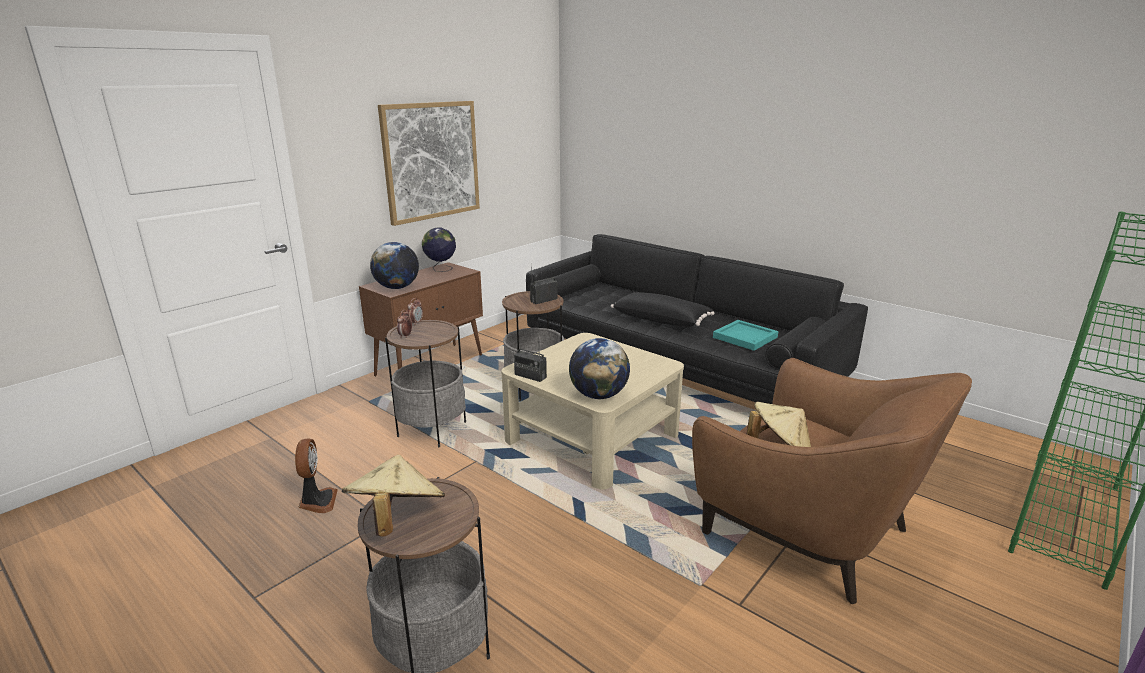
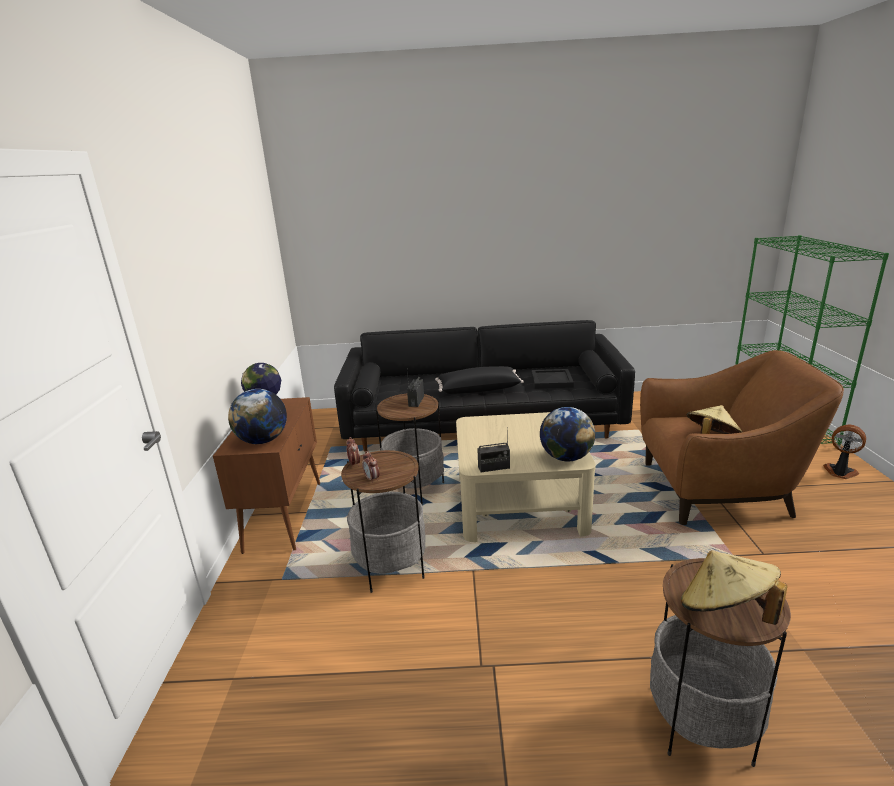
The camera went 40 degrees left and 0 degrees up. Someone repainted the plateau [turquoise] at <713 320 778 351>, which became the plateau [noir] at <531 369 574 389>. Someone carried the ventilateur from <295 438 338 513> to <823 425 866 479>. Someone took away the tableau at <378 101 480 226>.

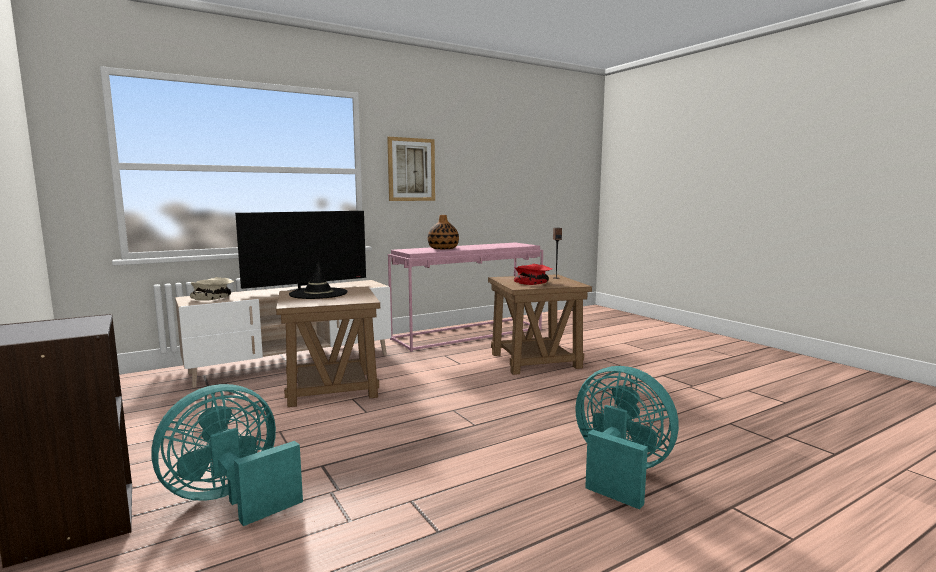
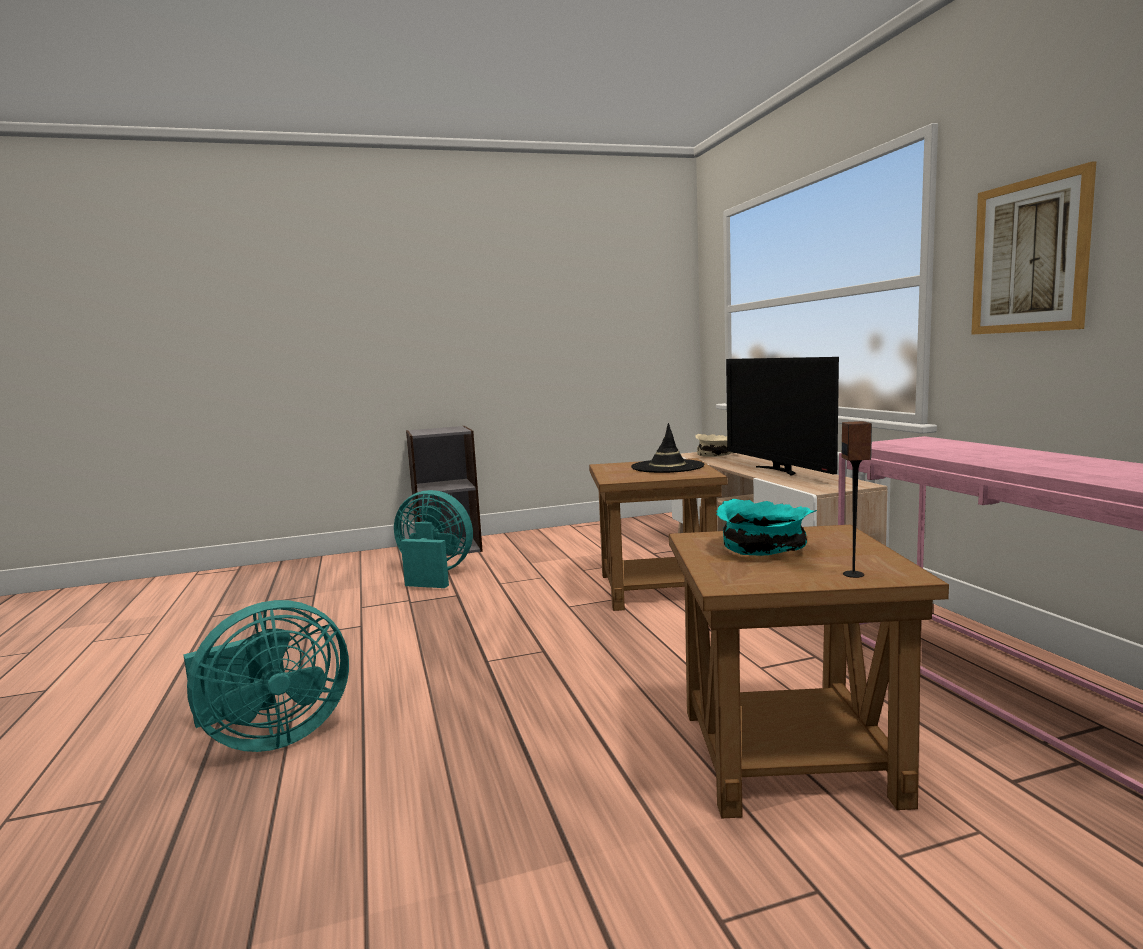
The camera went 105 degrees right and 0 degrees up. Someone rotated the ventilateur [turquoise] at <151 384 303 526> by 45 degrees counterclockwise. Someone repainted the bol [rouge] at <514 264 553 285>, which became the bol [turquoise] at <716 499 817 556>. Someone took away the vase at <428 215 459 249>.

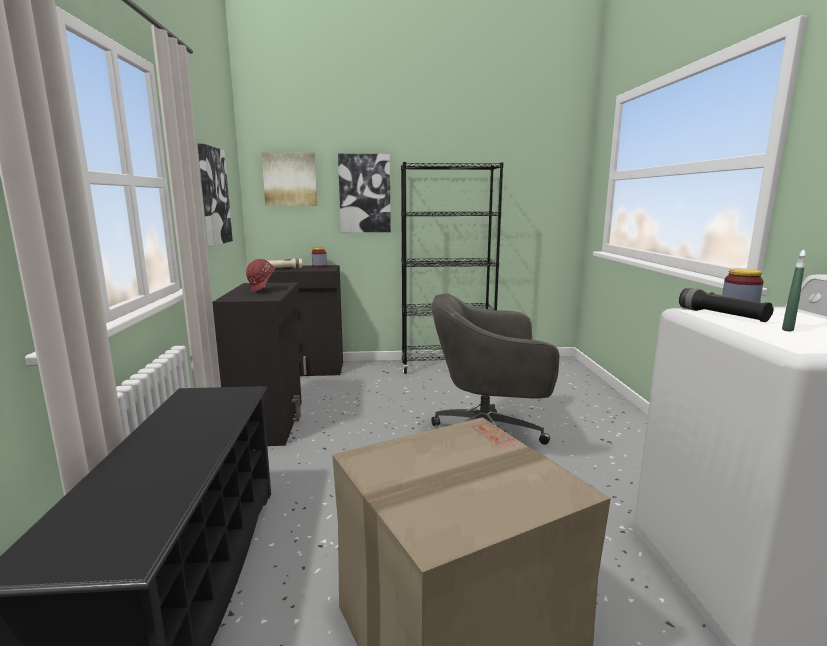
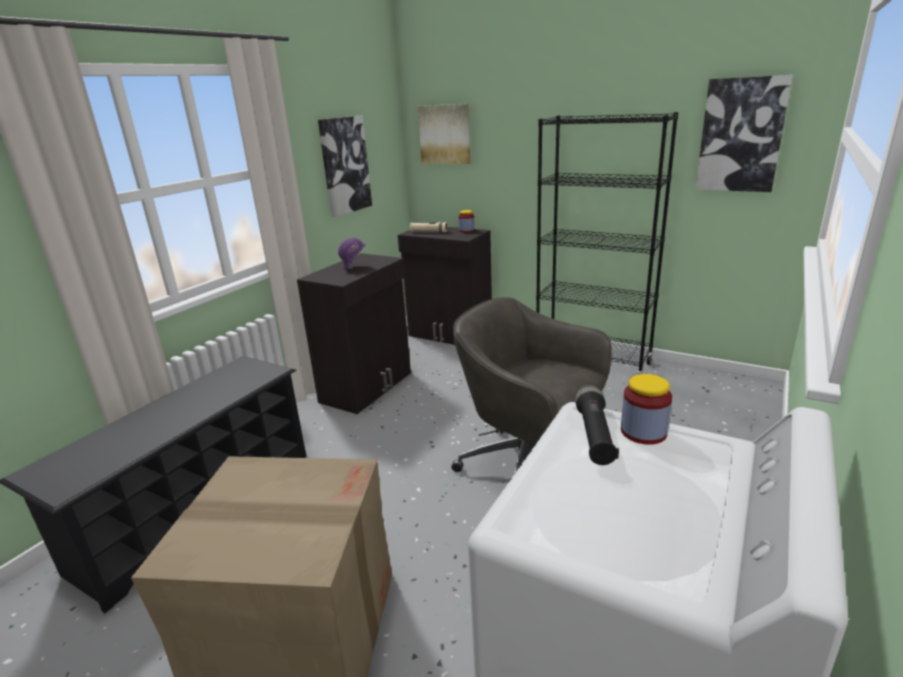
The camera went 35 degrees right and 10 degrees up. Someone repainted the casque de chantier [rouge] at <246 259 275 292>, which became the casque de chantier [violet] at <338 238 366 269>. Someone carried the tableau from <338 154 391 232> to <695 75 793 192>. Someone took away the vaporisateur [vert] at <782 250 806 332>.

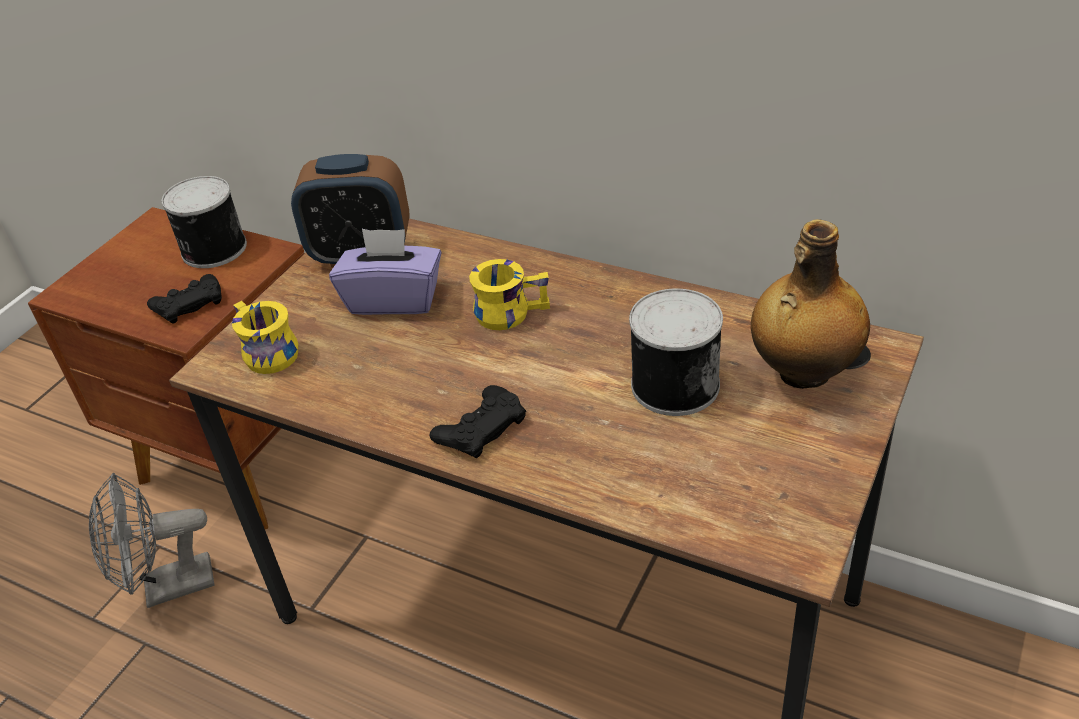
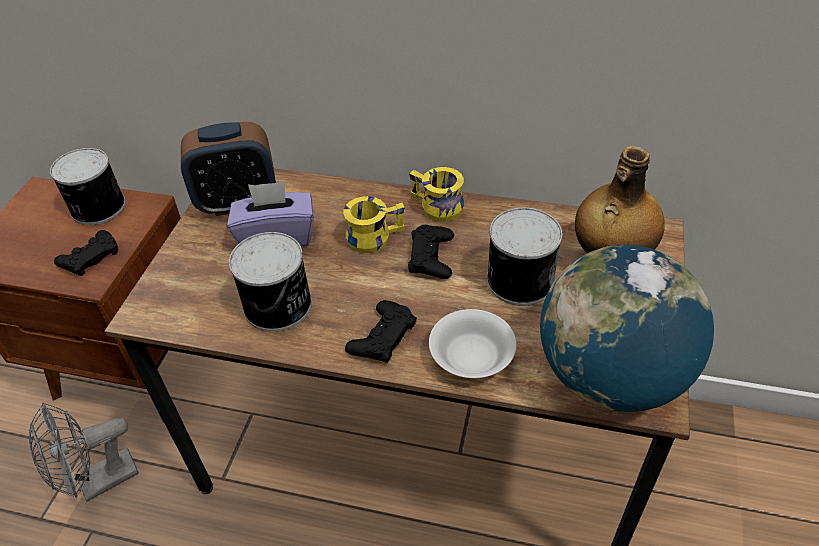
The camera went 15 degrees left and 5 degrees up. Someone put down the boîte métallique at <229 232 312 332>. Someone put down the manette [noir] at <408 225 454 279>. Someone carried the mug [jaune] from <232 301 298 374> to <409 167 464 222>. Someone put down the bol [blanc] at <429 309 517 378>. Someone put down the globe at <540 245 714 412>.

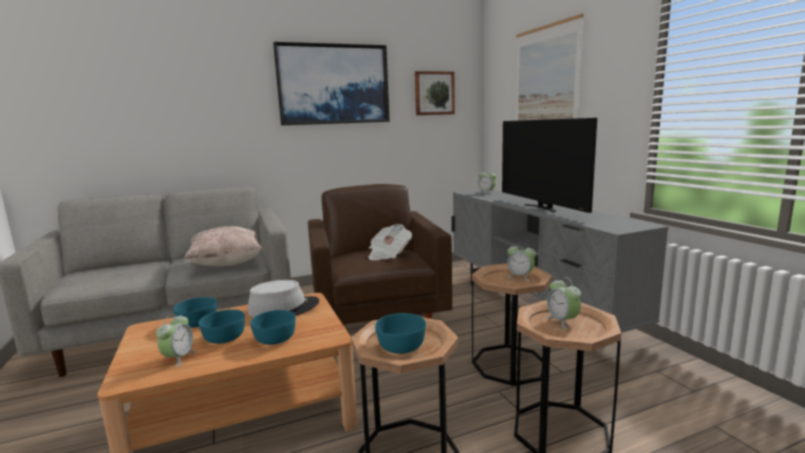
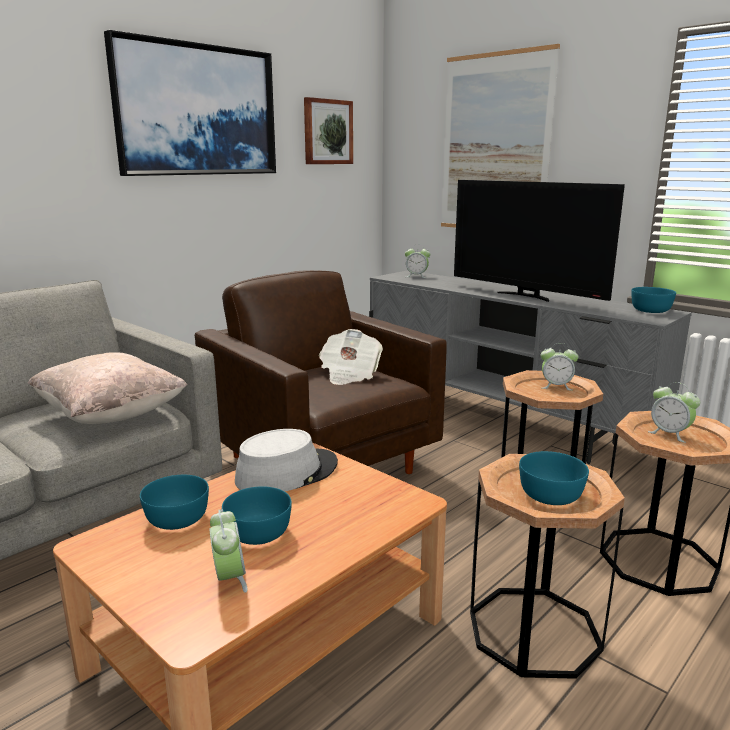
The camera went 25 degrees left and 5 degrees up. Someone carried the bol [turquoise] from <250 310 296 345> to <631 287 676 313>.

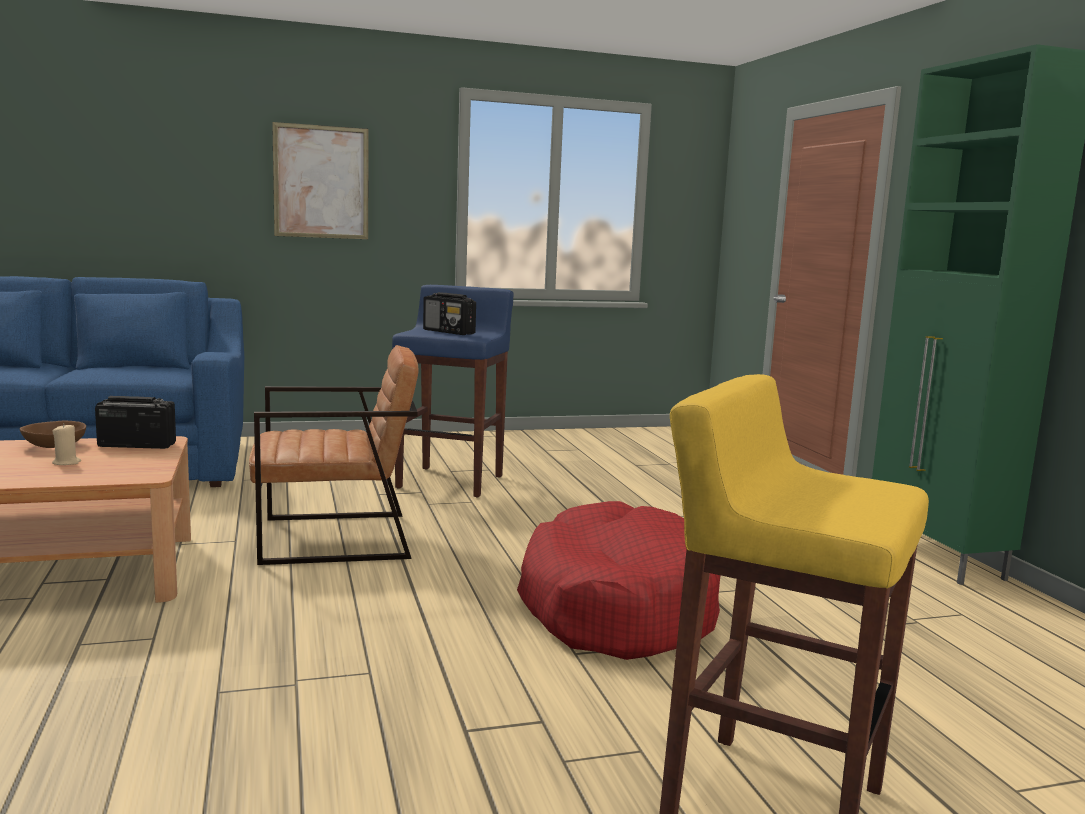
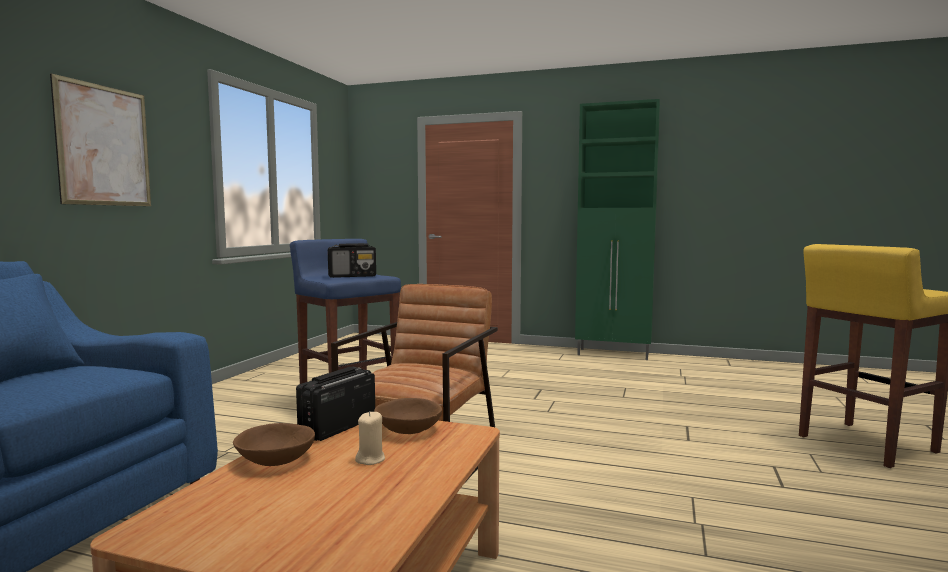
The camera went 55 degrees left and 5 degrees down. Someone put down the bol [marron] at <374 398 442 434>. Someone took away the panier pour chien [rouge] at <517 501 720 660>.

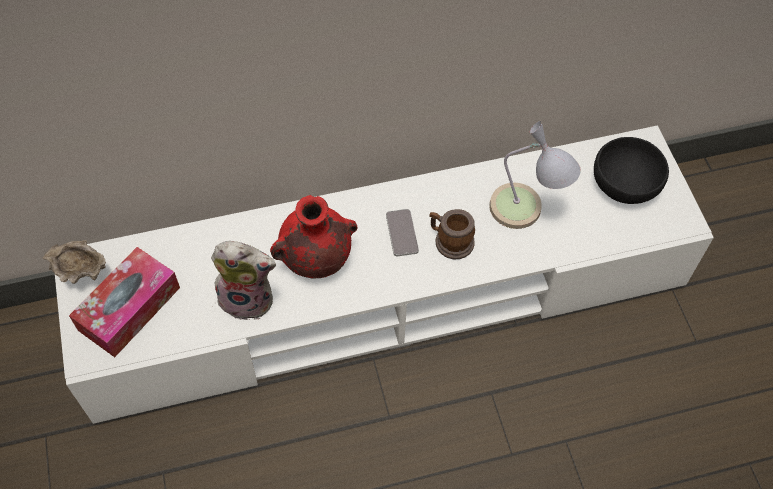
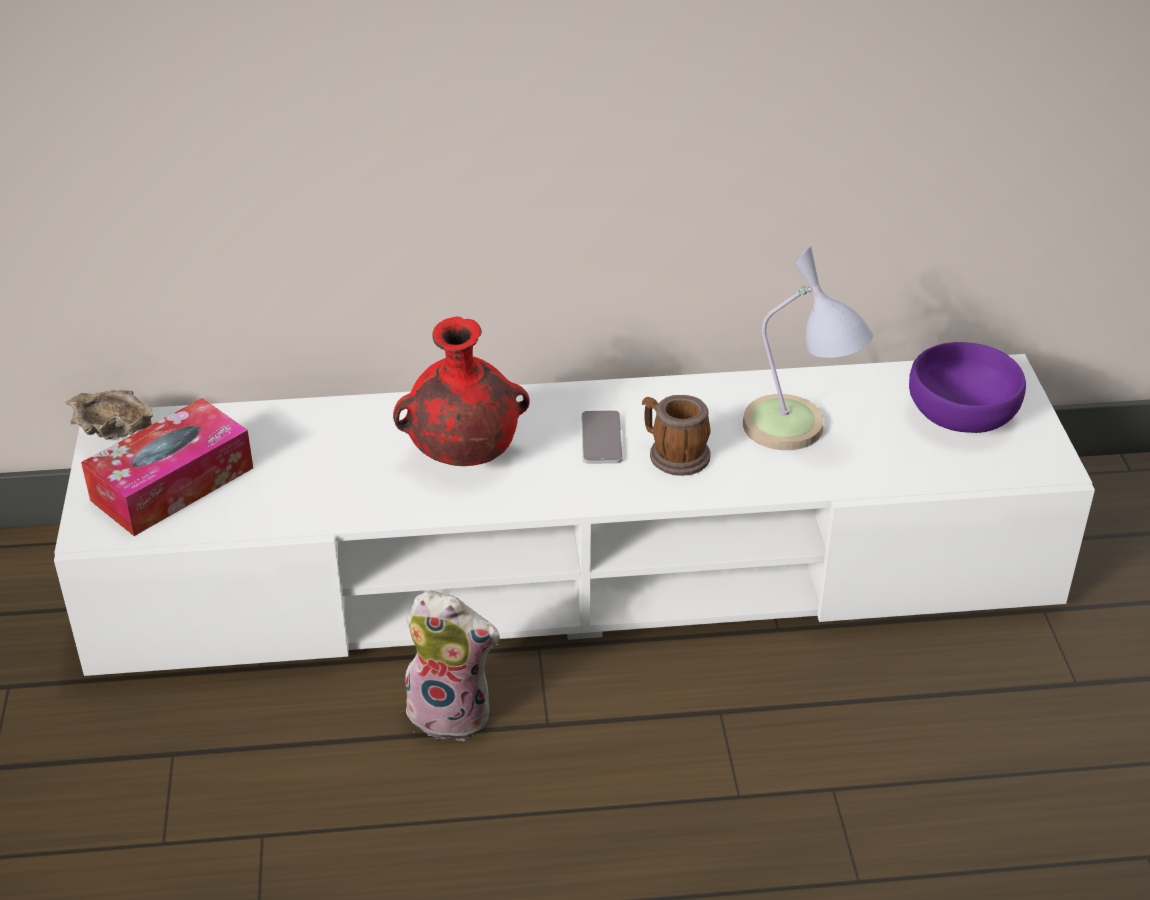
The camera went 10 degrees right and 20 degrees down. Someone carried the peluche from <211 241 276 320> to <397 591 500 741>. Someone repainted the bol [noir] at <594 137 669 204>, which became the bol [violet] at <909 342 1026 433>.

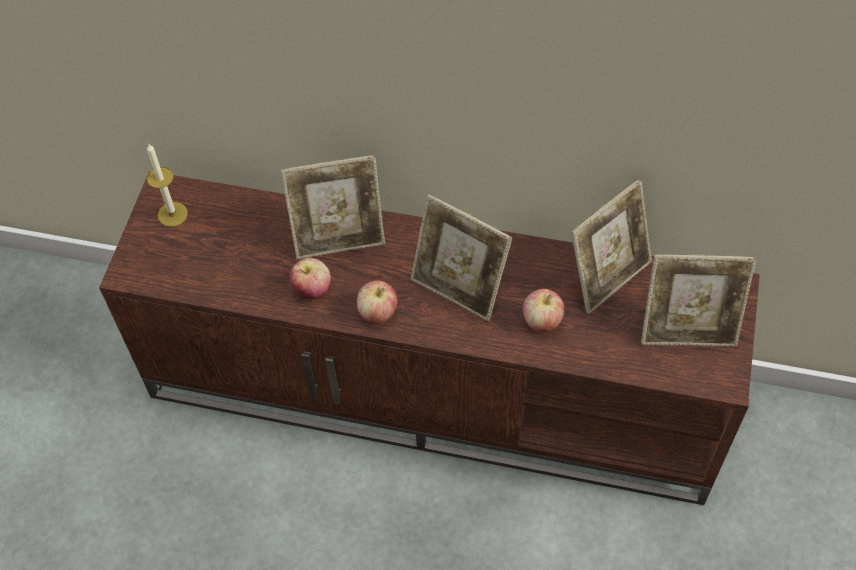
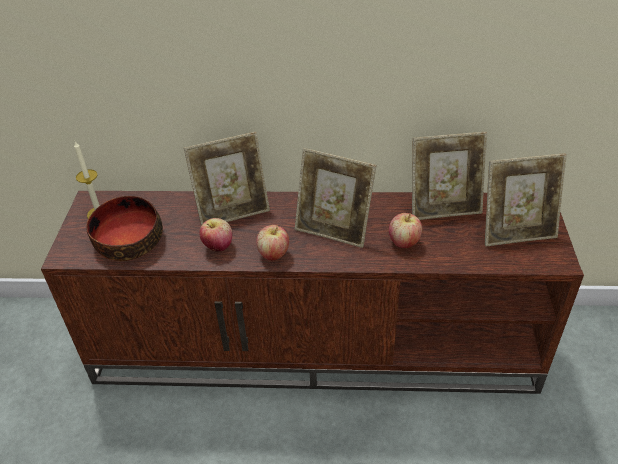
The camera went 10 degrees left and 15 degrees down. Someone put down the bol at <86 196 163 261>. Someone rotated the cadre photo at <571 179 652 314> by 45 degrees clockwise.

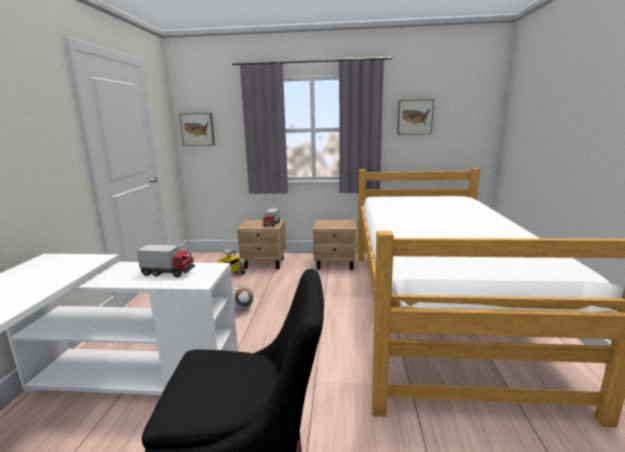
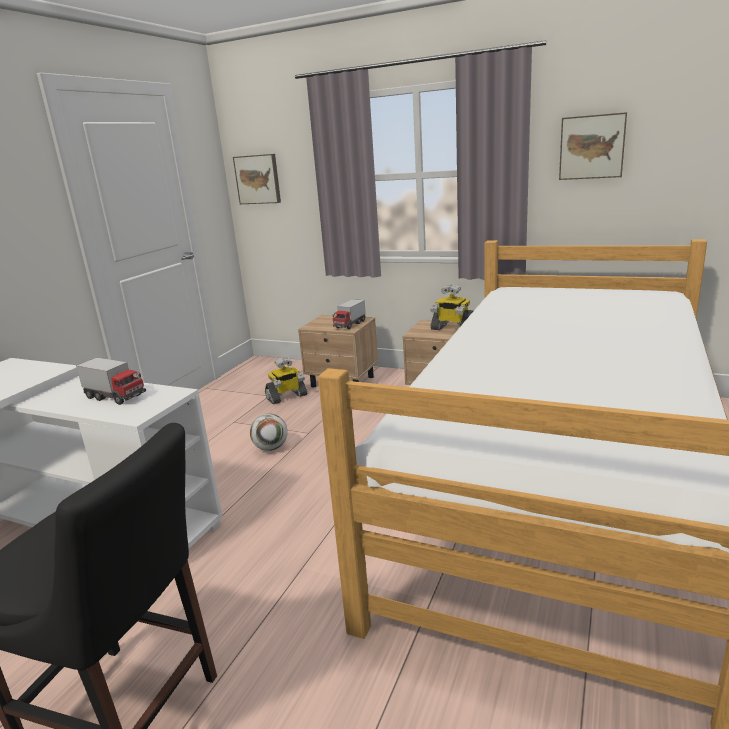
The camera went 20 degrees right and 5 degrees up. Someone put down the robot jouet at <430 285 473 330>.

